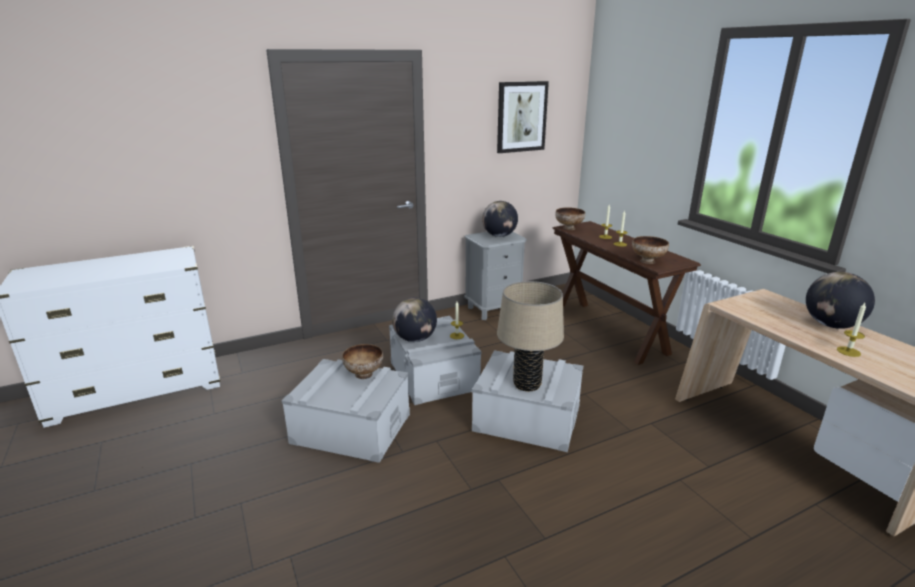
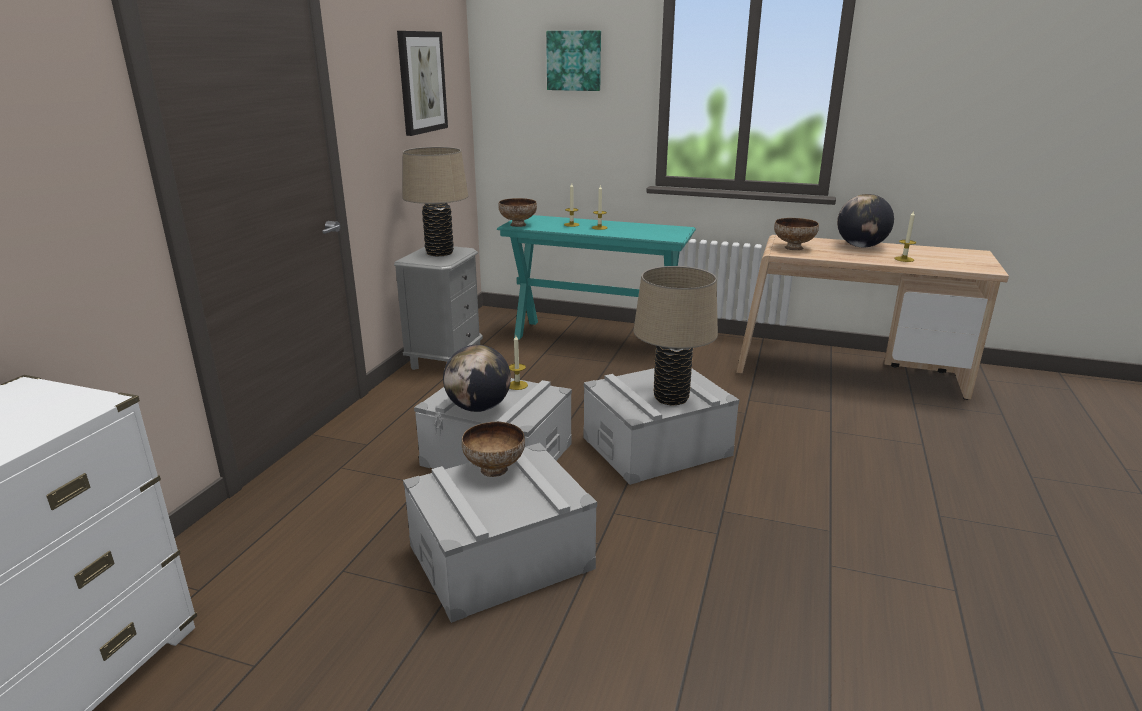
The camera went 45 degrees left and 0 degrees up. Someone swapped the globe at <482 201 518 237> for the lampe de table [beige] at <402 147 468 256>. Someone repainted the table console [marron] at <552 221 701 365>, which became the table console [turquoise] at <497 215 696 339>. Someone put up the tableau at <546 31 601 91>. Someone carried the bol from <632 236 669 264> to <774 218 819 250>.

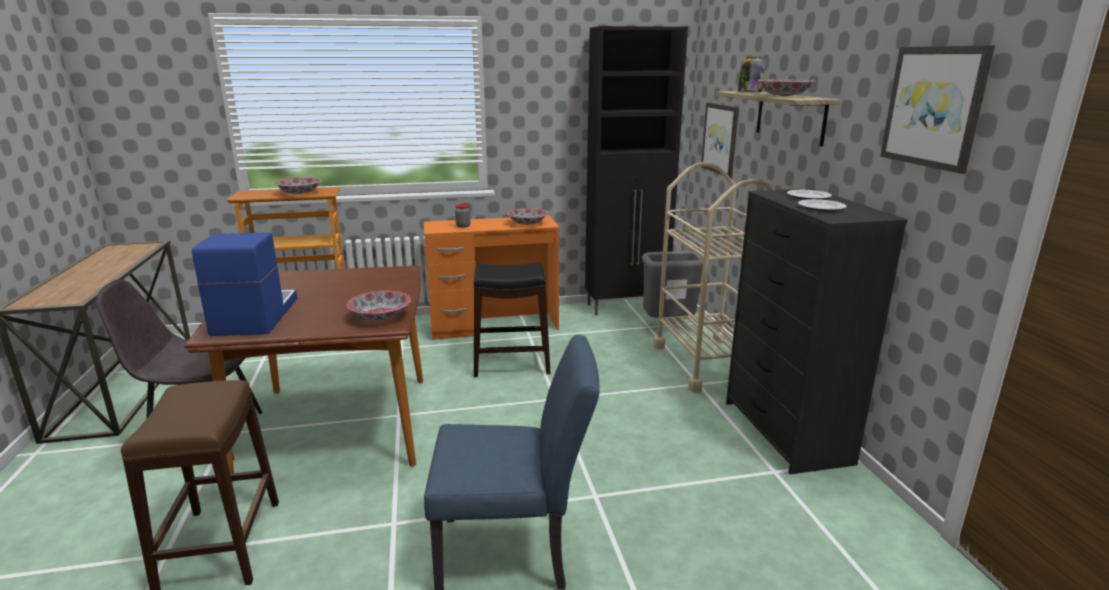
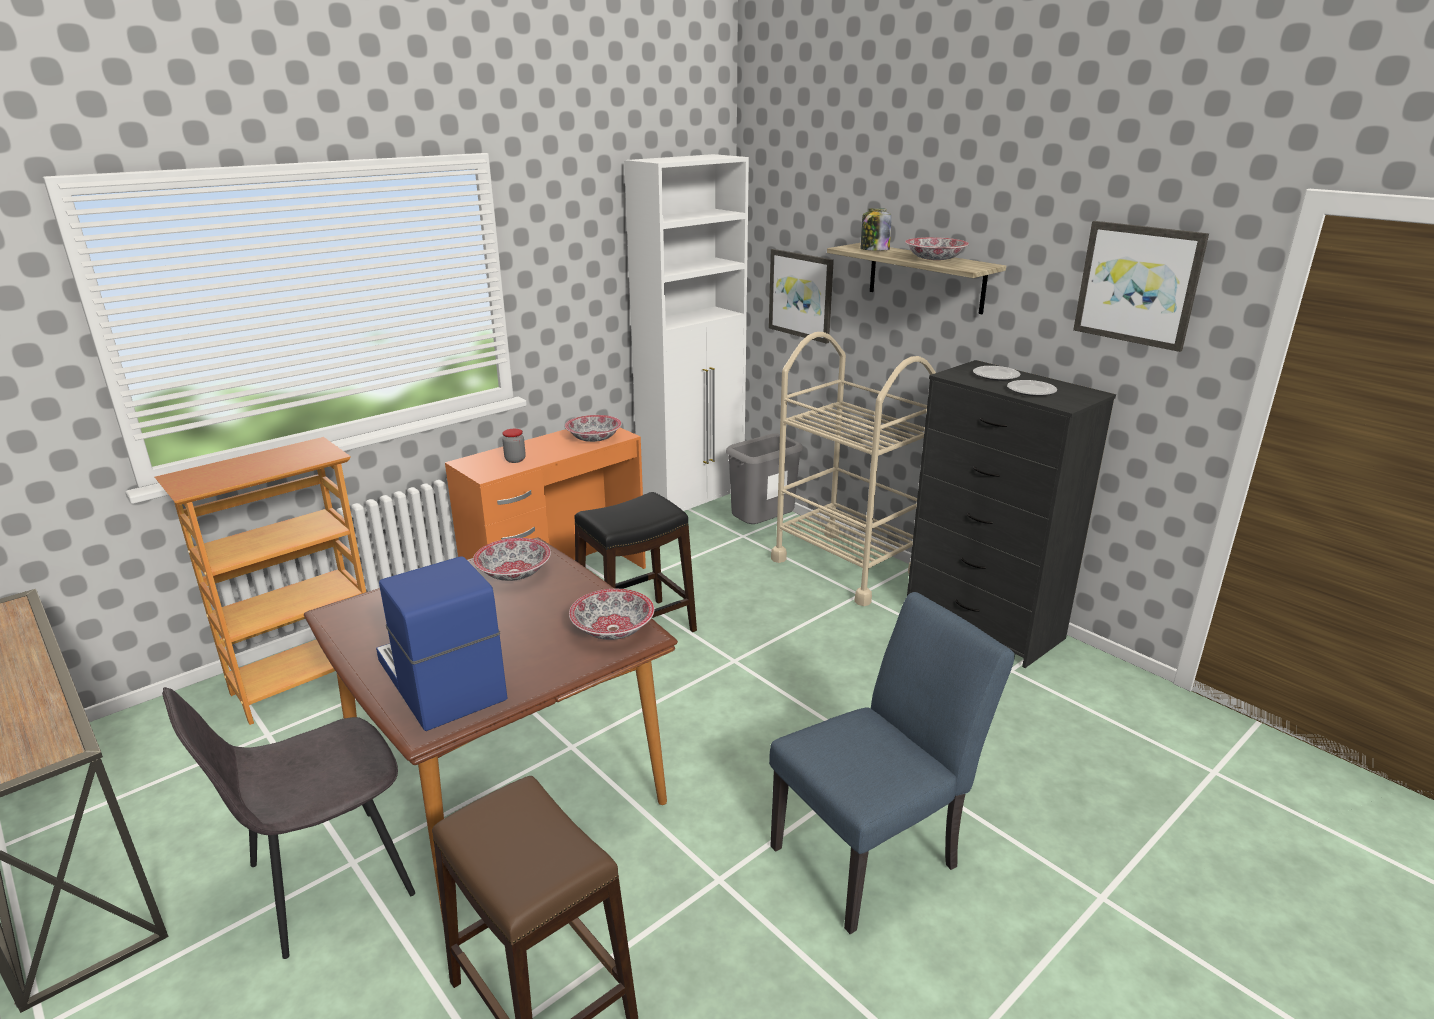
The camera went 30 degrees left and 5 degrees up. Someone carried the bol from <274 177 322 194> to <473 538 551 581>. Someone repainted the meuble de rangement [noir] at <585 26 688 316>, which became the meuble de rangement [blanc] at <624 154 749 511>.

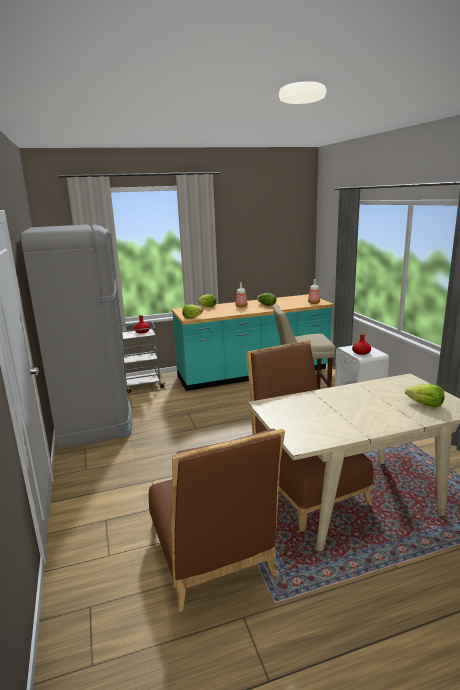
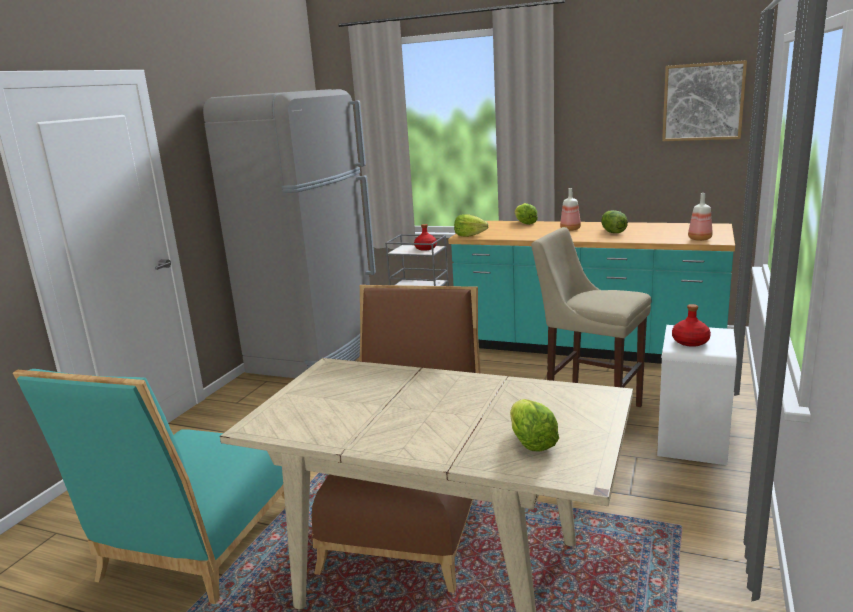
The camera went 40 degrees right and 0 degrees up. Someone repainted the chaise [marron] at <148 429 285 612>, which became the chaise [turquoise] at <13 369 285 604>. Someone put up the tableau at <662 60 747 141>.

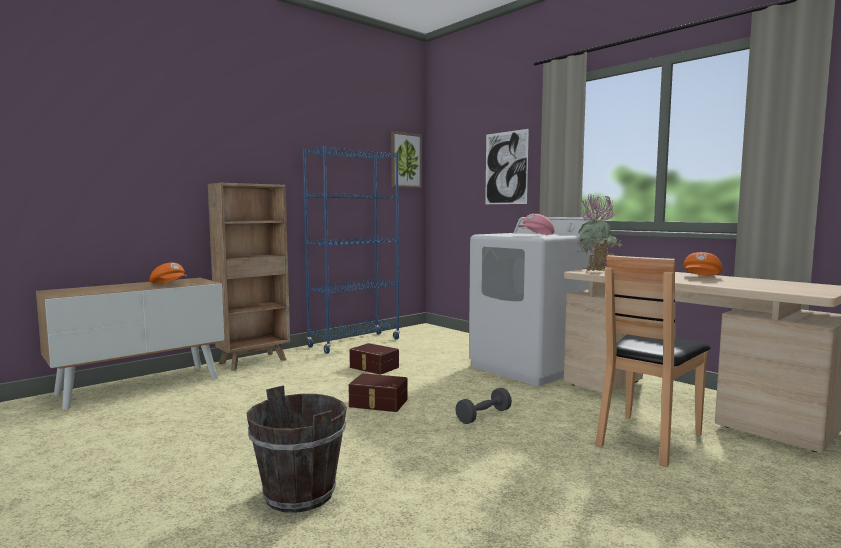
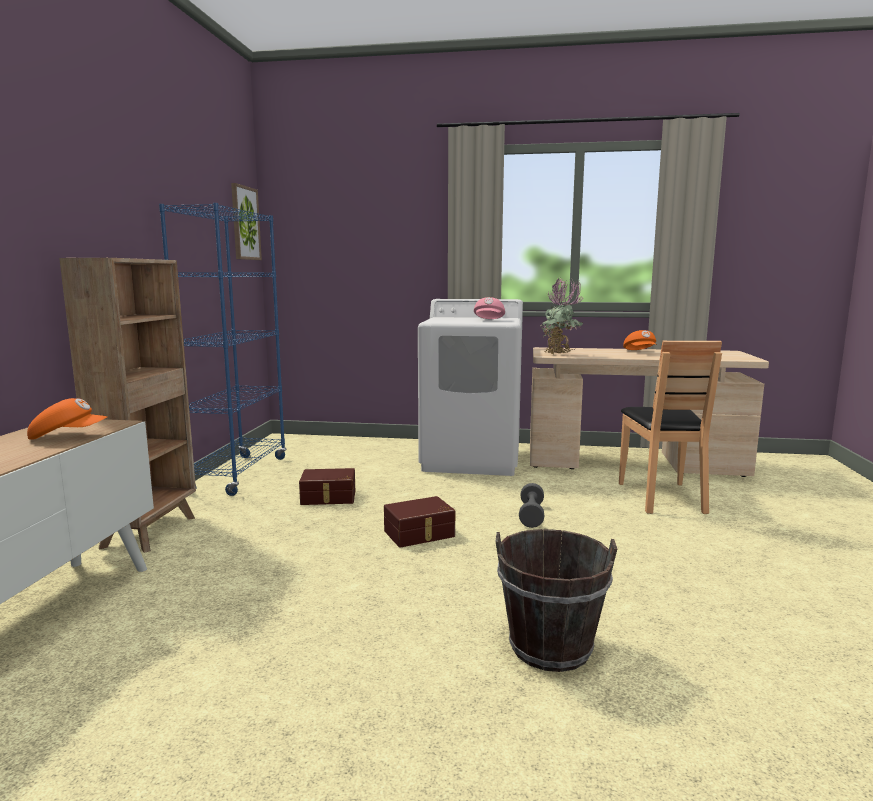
The camera went 40 degrees left and 5 degrees up. Someone took away the tableau at <485 129 529 204>.

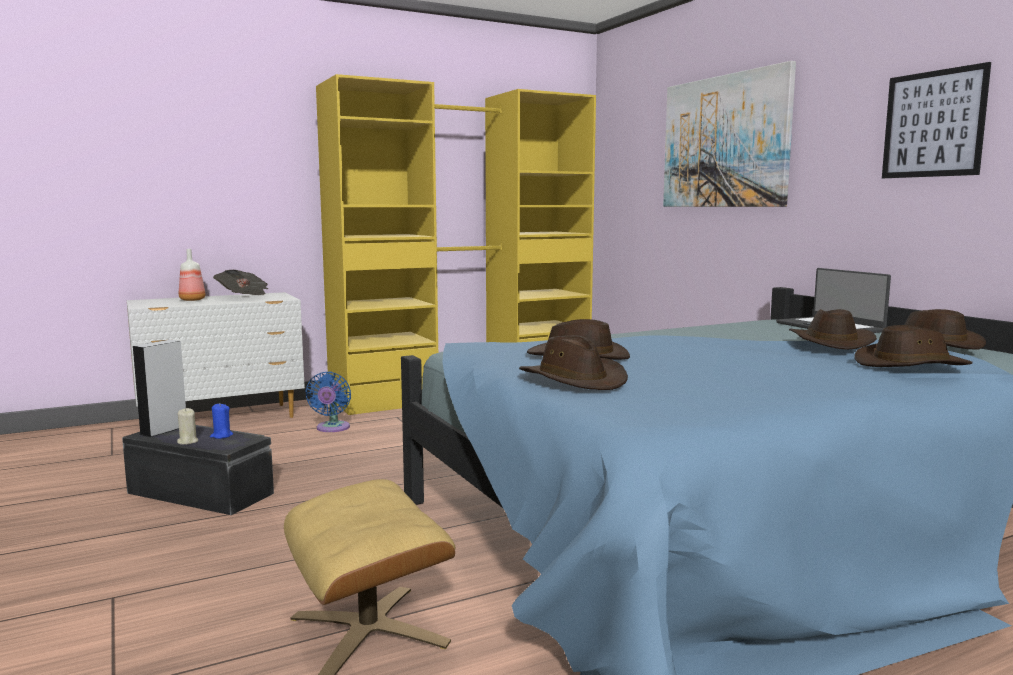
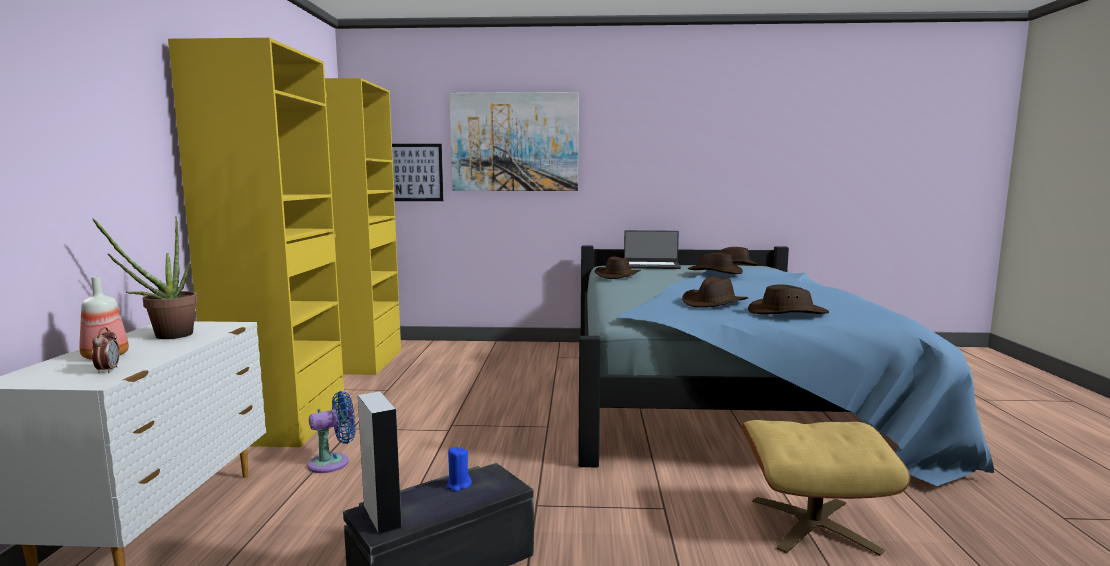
The camera went 60 degrees left and 0 degrees up. Someone swapped the journal at <213 270 268 295> for the plante en pot at <92 216 198 339>. Someone put down the réveil at <92 327 120 373>. Someone rotated the ventilateur [bleu] at <305 371 351 432> by 60 degrees counterclockwise. Someone carried the tableau from <882 62 991 178> to <392 144 443 201>. Someone carried the chapeau [marron] from <854 325 973 367> to <594 256 641 279>. Someone took away the bougie [beige] at <177 408 198 445>.

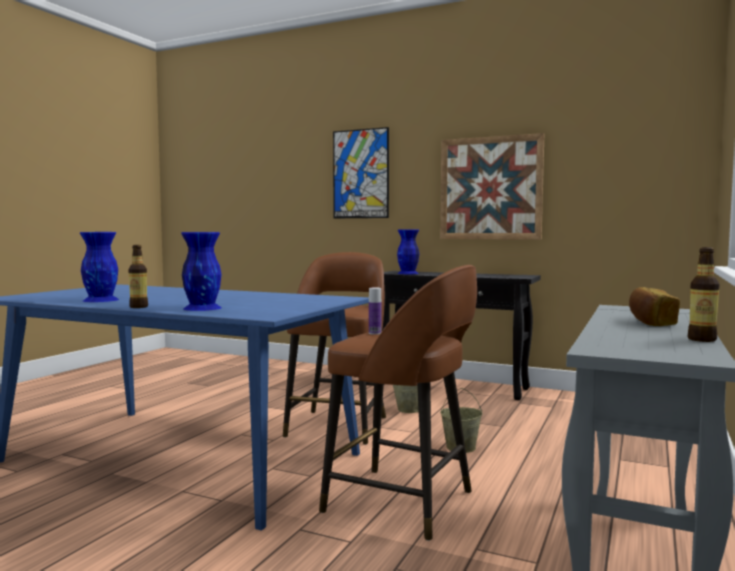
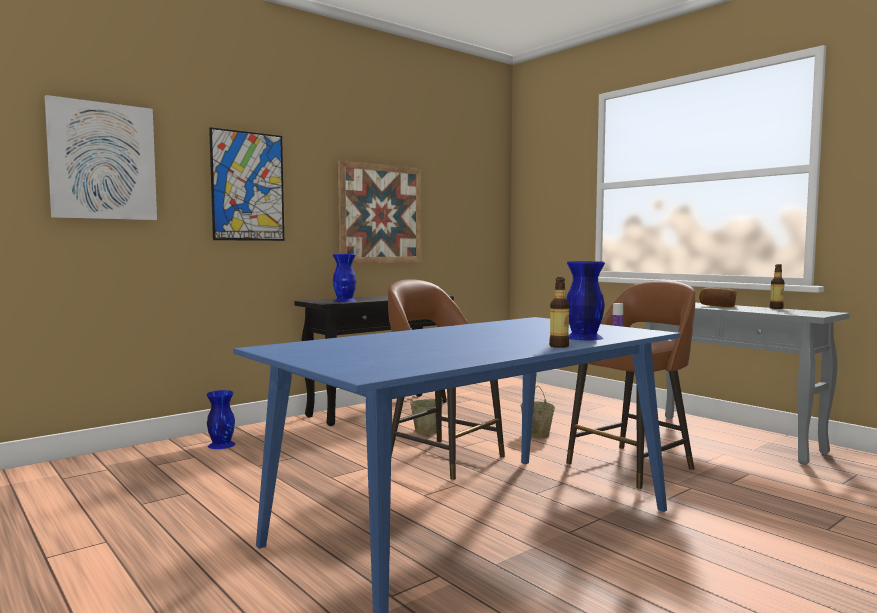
The camera went 65 degrees left and 0 degrees up. Someone put up the tableau at <45 95 157 220>. Someone carried the vase [bleu] from <80 232 119 302> to <206 390 235 449>.

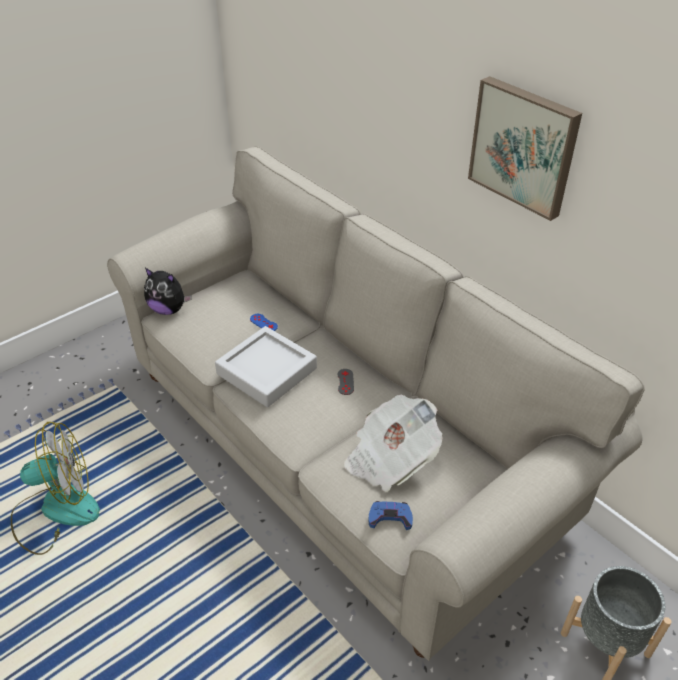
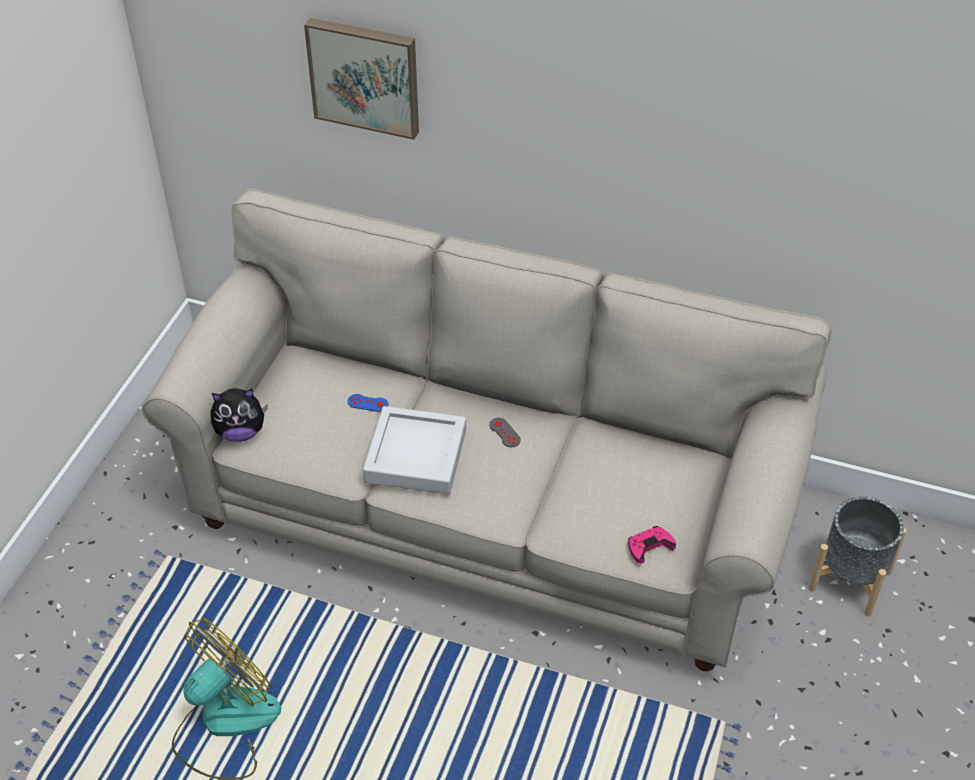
The camera went 30 degrees left and 5 degrees up. Someone carried the tableau from <468 76 582 221> to <304 18 419 140>. Someone repainted the manette [bleu] at <368 501 413 530>, which became the manette [rose] at <628 526 676 564>. Someone took away the journal at <344 395 442 492>.

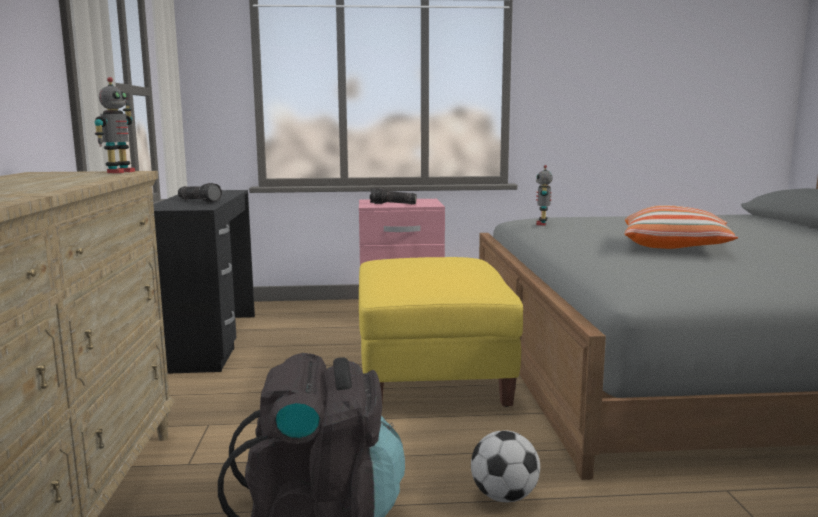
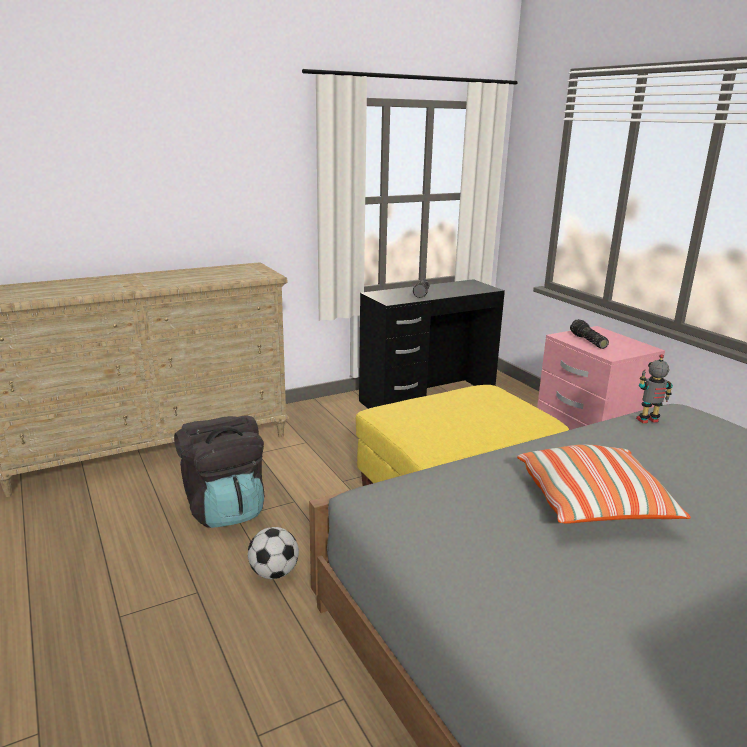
The camera went 65 degrees right and 10 degrees up. Someone took away the robot jouet at <94 77 135 173>.

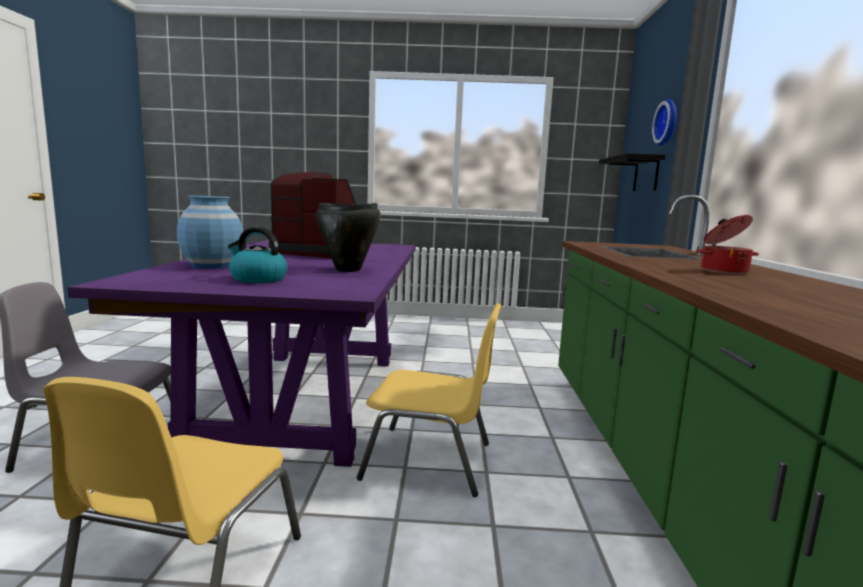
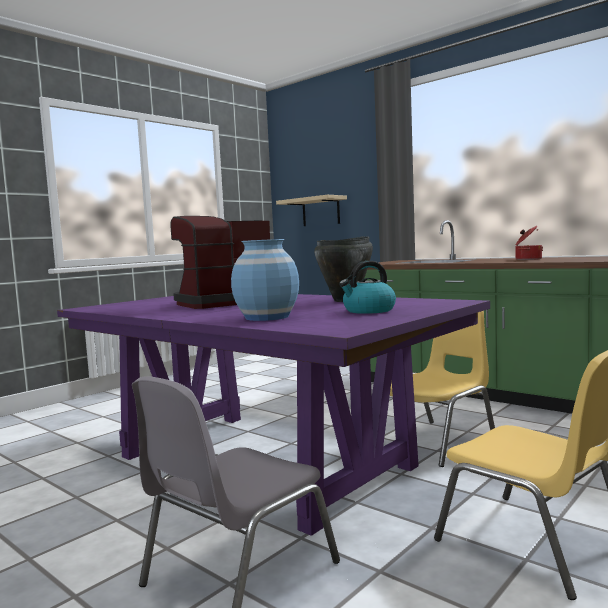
The camera went 50 degrees left and 5 degrees down. Someone repainted the étagère [noir] at <599 153 665 191>, which became the étagère [beige] at <276 195 347 226>. Someone took away the horloge murale at <652 99 677 146>.

